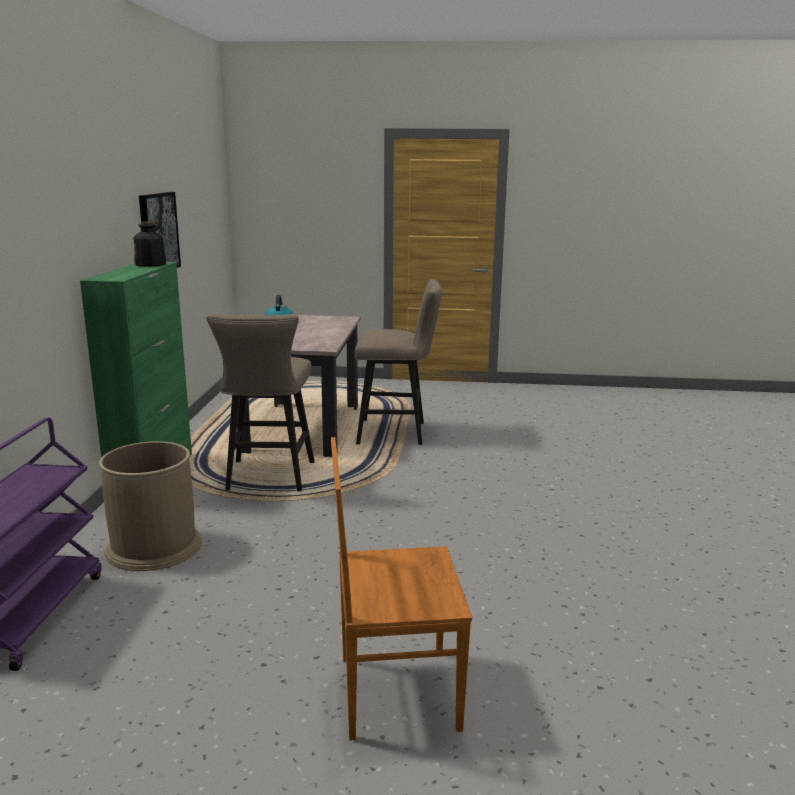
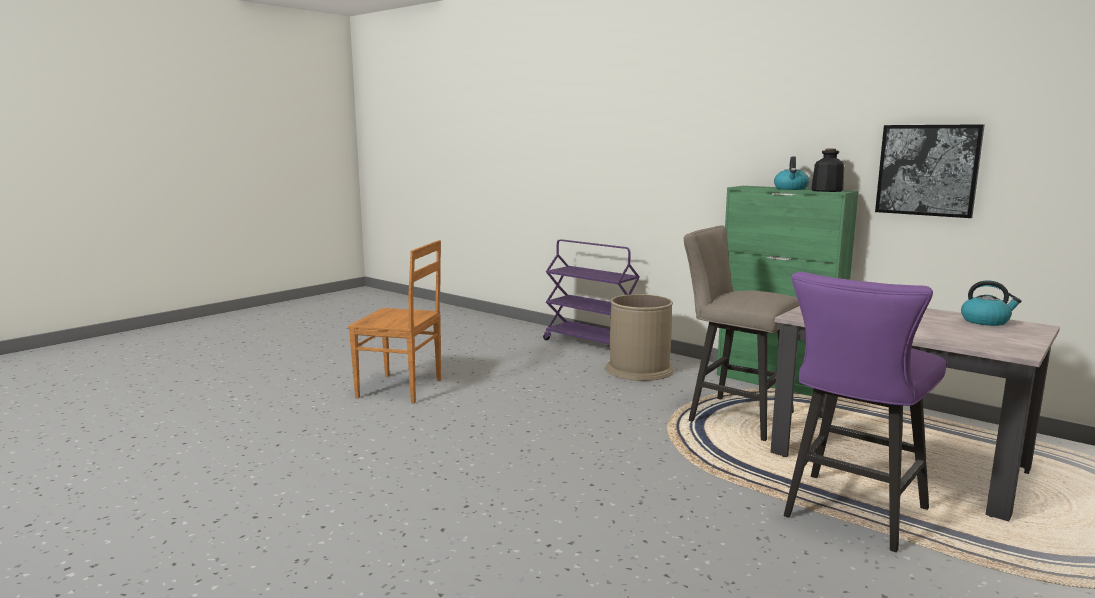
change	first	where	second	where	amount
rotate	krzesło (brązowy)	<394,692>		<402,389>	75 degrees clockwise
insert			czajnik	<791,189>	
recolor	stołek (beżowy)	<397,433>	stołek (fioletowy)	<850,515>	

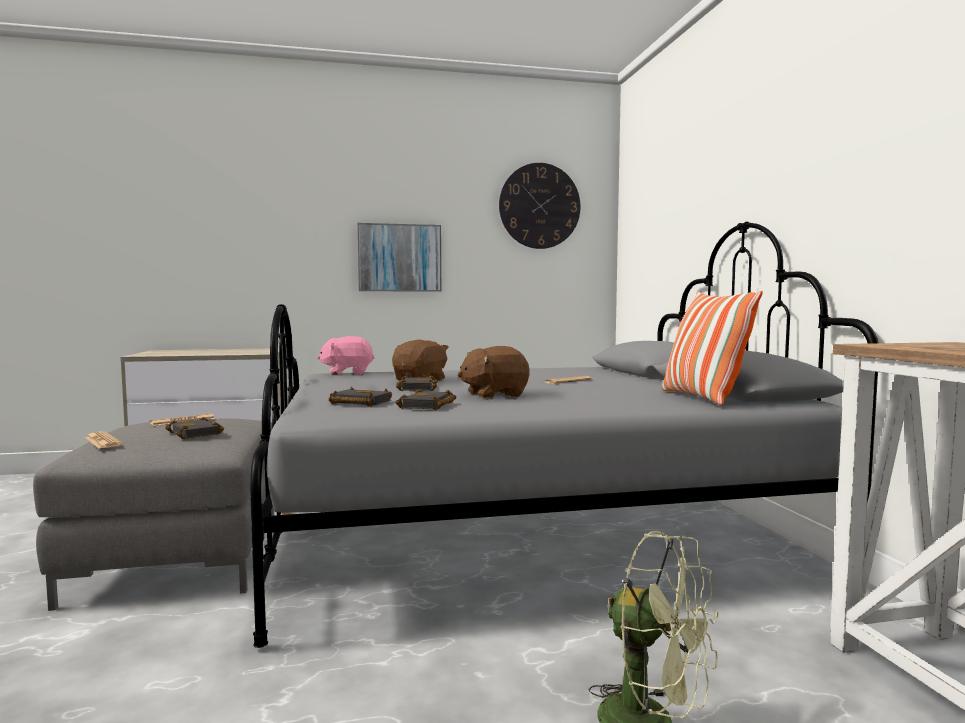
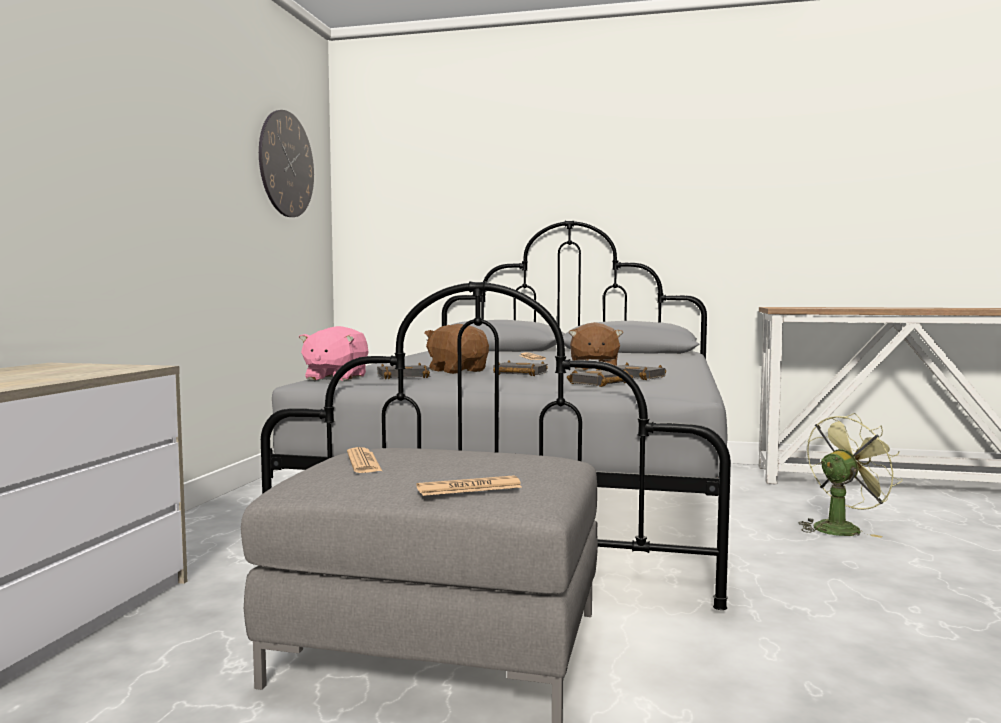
change	first	where	second	where	amount
move	książka (czarny)	<197,433>		<404,376>	
delete	obraz	<399,258>			
delete	poduszka	<702,398>			

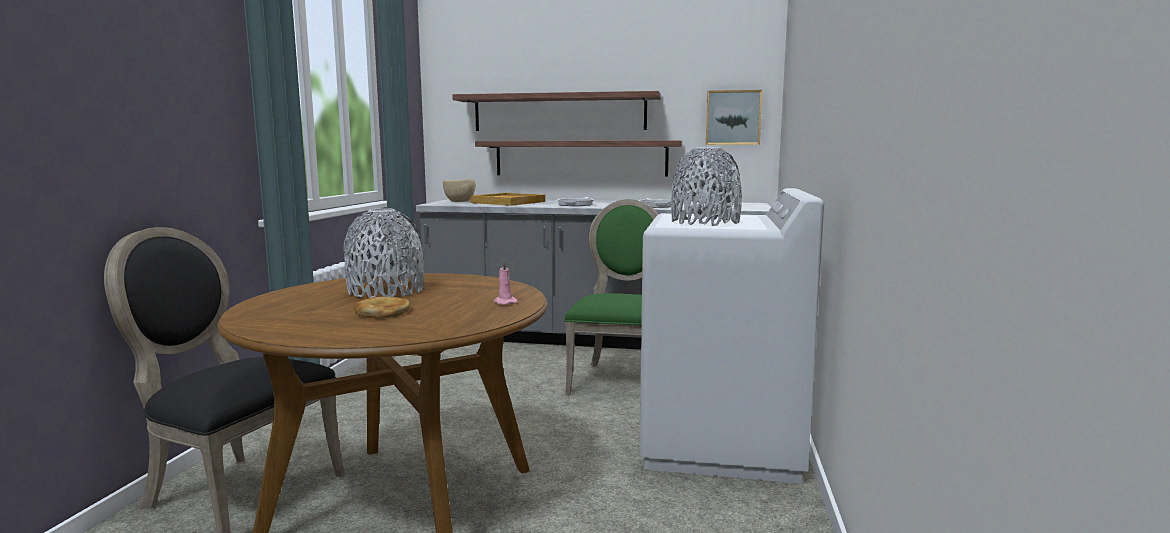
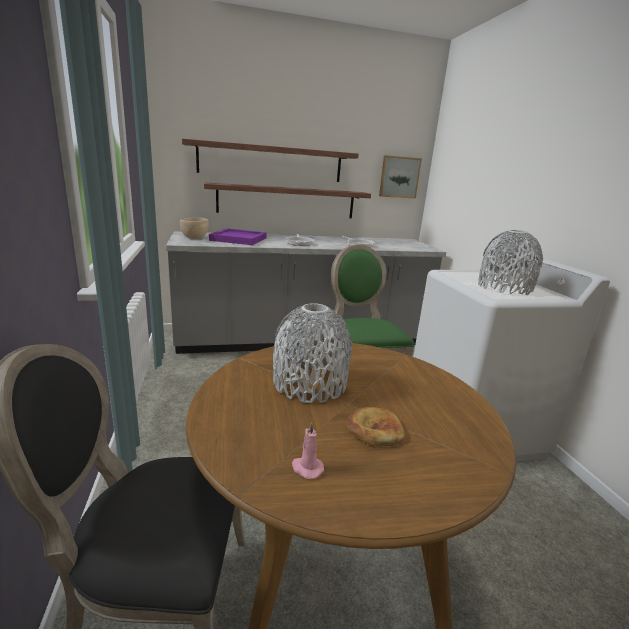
change	first	where	second	where	amount
recolor	taca (beżowy)	<509,202>	taca (fioletowy)	<239,239>	
move	świeca (różowy)	<504,302>		<306,468>	

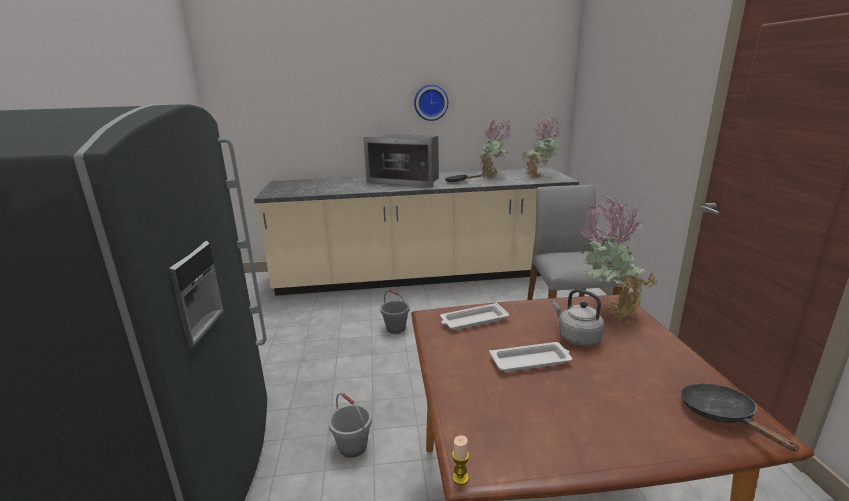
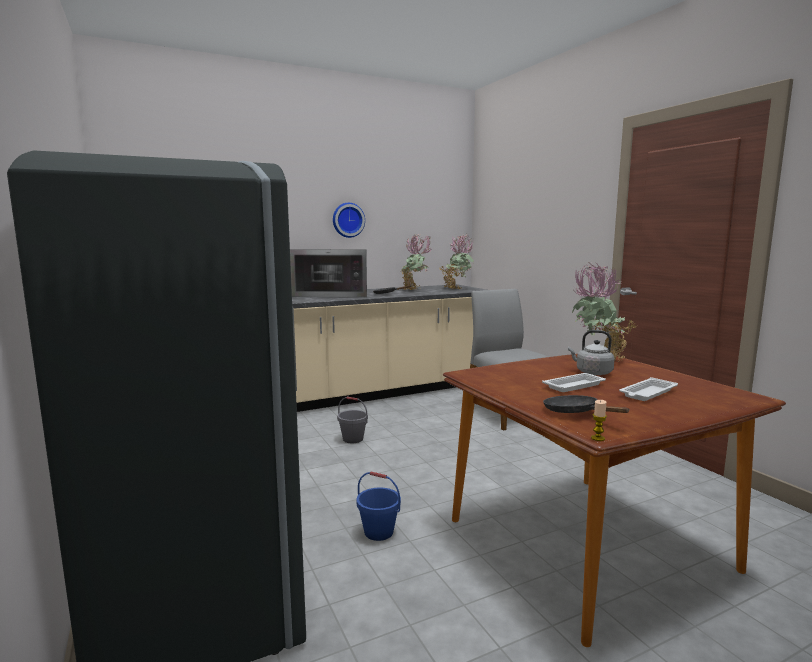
change	first	where	second	where	amount
recolor	wiadro (szary)	<352,446>	wiadro (niebieski)	<378,532>	
move	patelnia (czarny)	<721,415>		<575,413>	
move	taca (biały)	<473,320>		<647,393>	

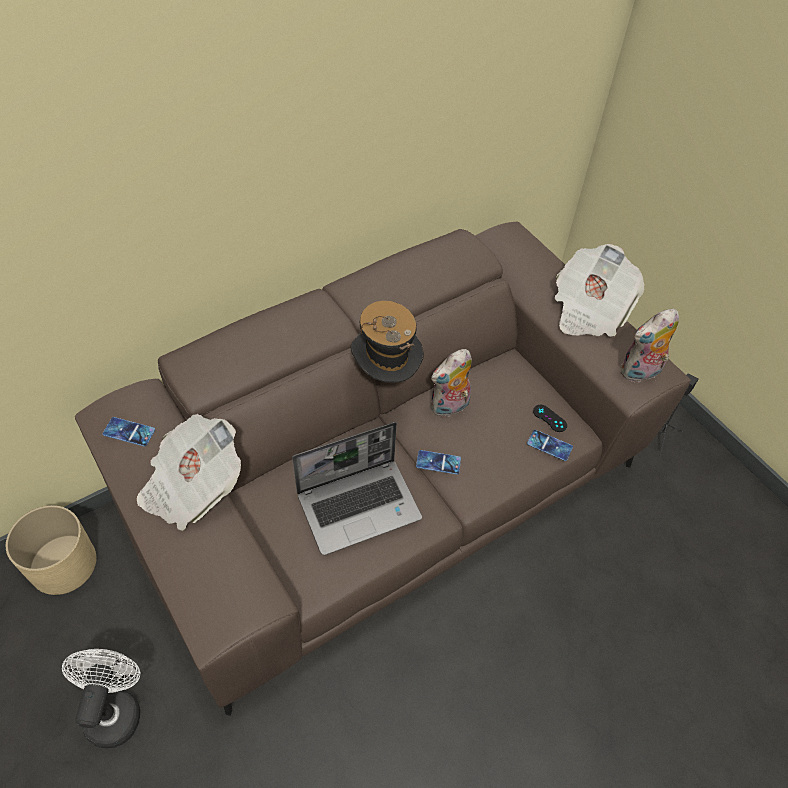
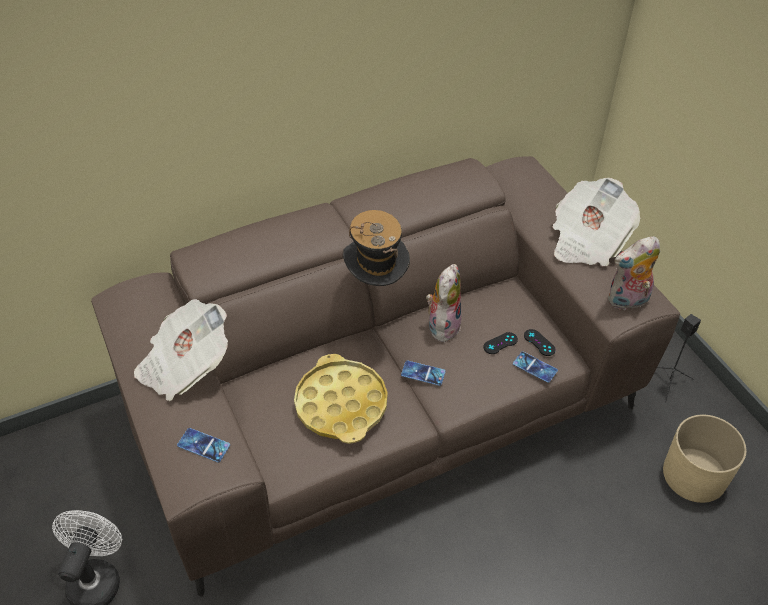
change	first	where	second	where	amount
move	telefon	<129,432>		<203,445>	
replace	laptop	<360,505>	taca (żółty)	<341,404>	
rotate	pluszak	<450,407>		<442,325>	135 degrees clockwise
insert			pad do gier (czarny)	<500,343>	
move	donica (beżowy)	<63,564>		<694,474>	

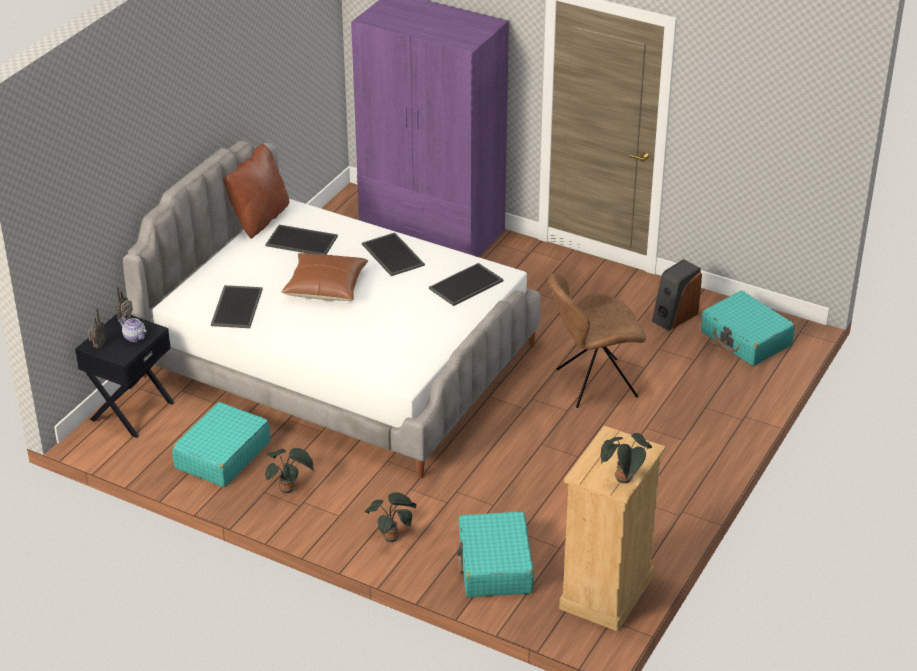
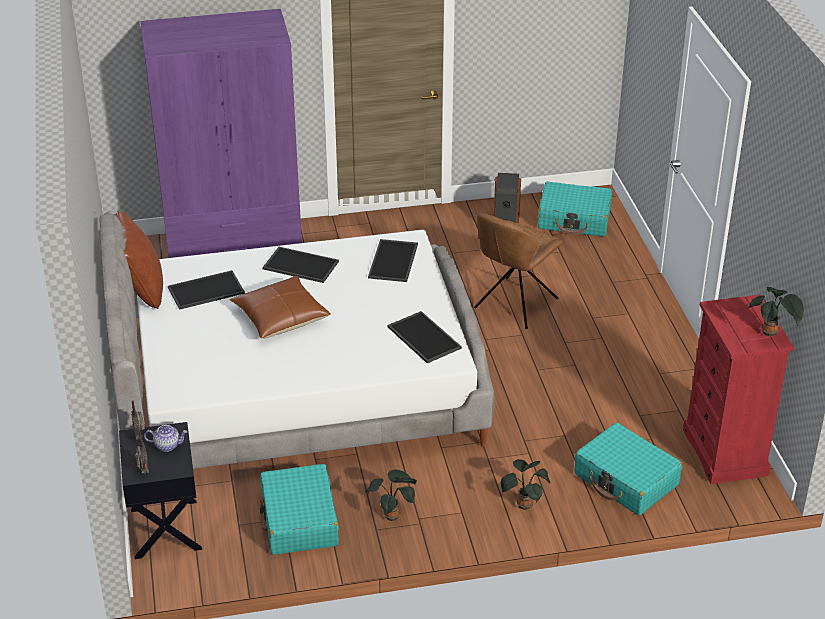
change	first	where	second	where	amount
move	taca	<236,306>		<422,337>	
recolor	komoda (beżowy)	<606,593>	komoda (czerwony)	<725,453>	

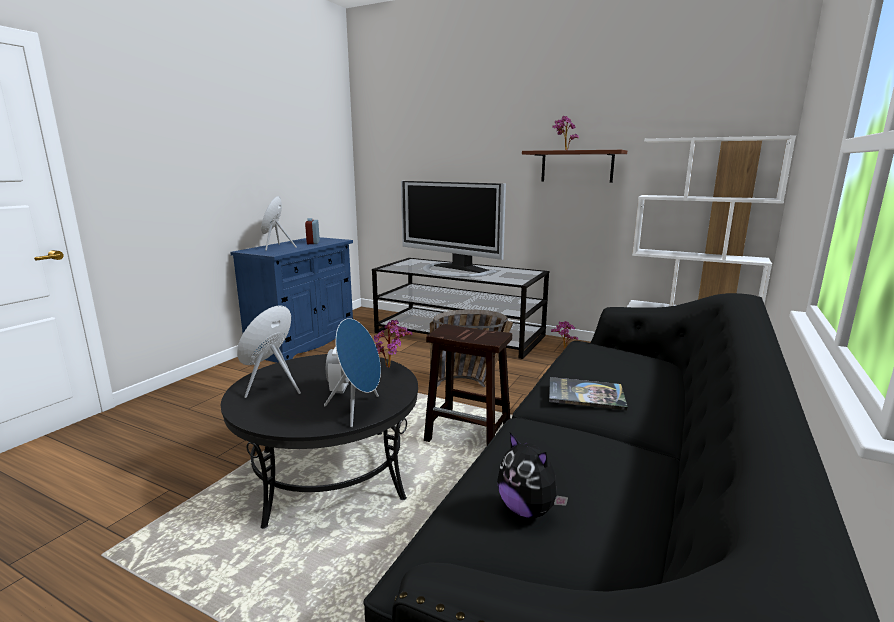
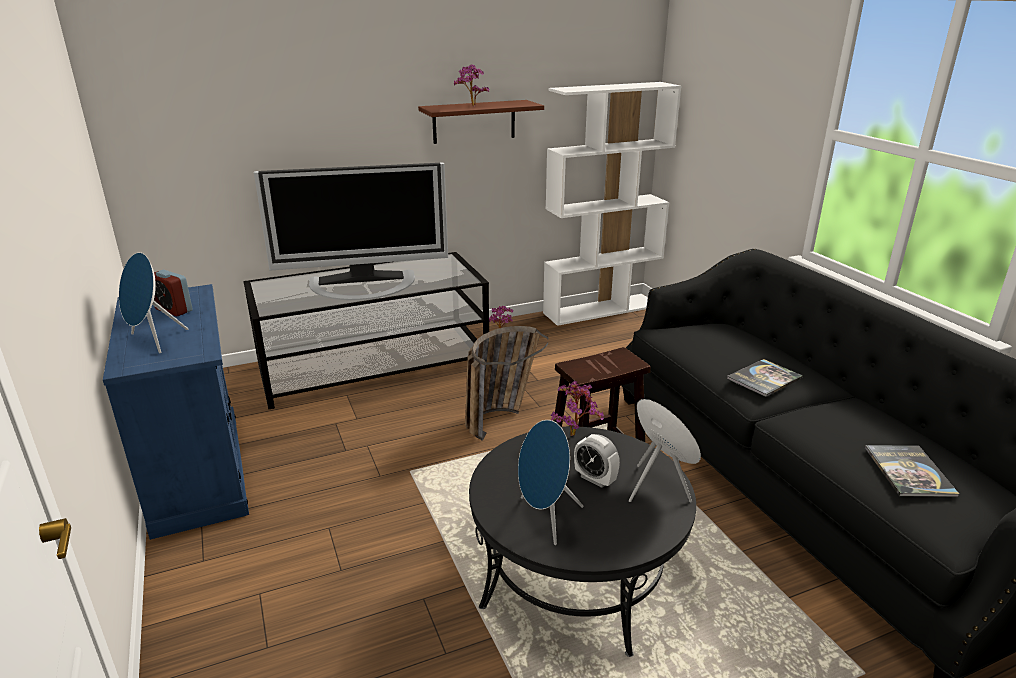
change	first	where	second	where	amount
replace	pluszak	<528,509>	książka	<909,471>	

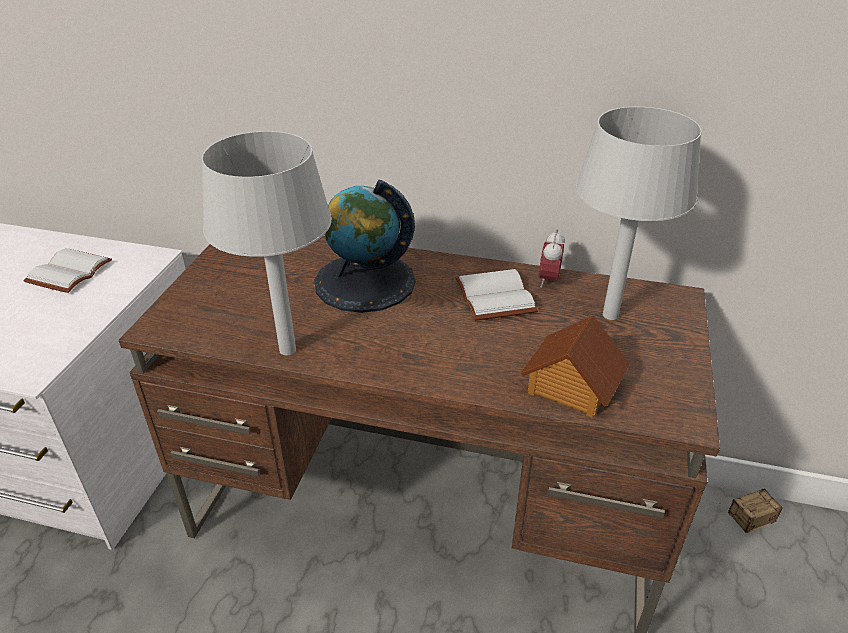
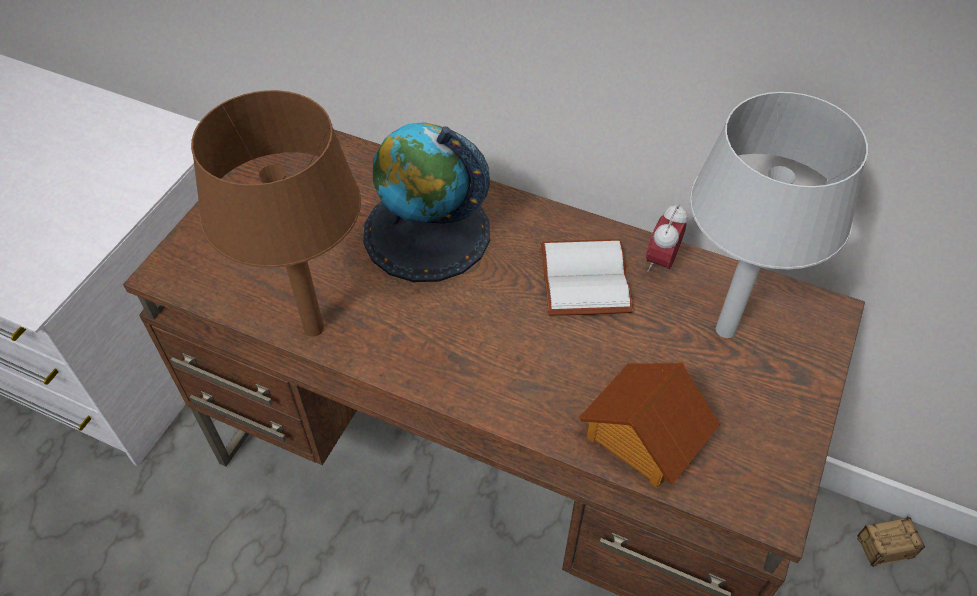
change	first	where	second	where	amount
recolor	lampa stołowa (szary)	<288,349>	lampa stołowa (brązowy)	<315,327>	
delete	książka (biały)	<70,273>			

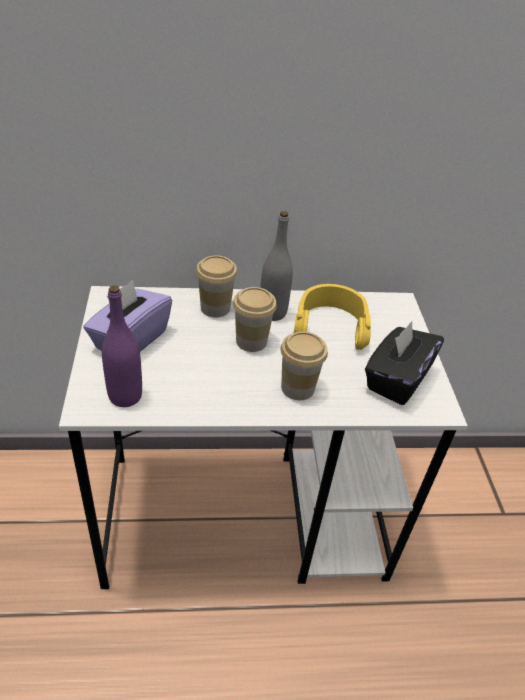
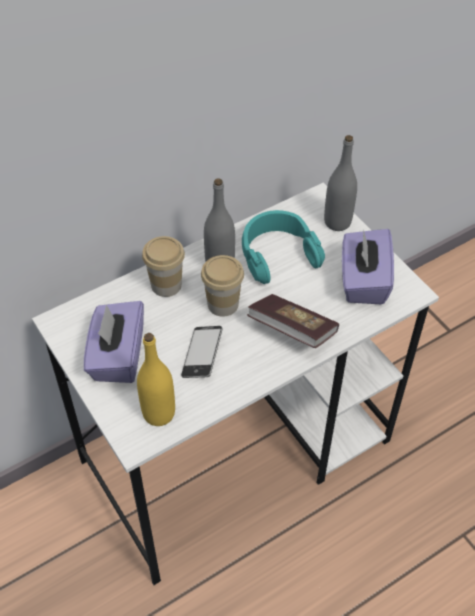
change	first	where	second	where	amount
recolor	butelka (fioletowy)	<125,396>	butelka (żółty)	<159,413>	
insert			telefon	<202,355>	
recolor	słuchawki (żółty)	<330,326>	słuchawki (turkusowy)	<278,254>	
replace	filiżanka	<297,388>	książka	<292,330>	
insert			butelka (szary)	<337,222>	
recolor	pudełko chusteczek (czarny)	<396,379>	pudełko chusteczek (fioletowy)	<363,281>	

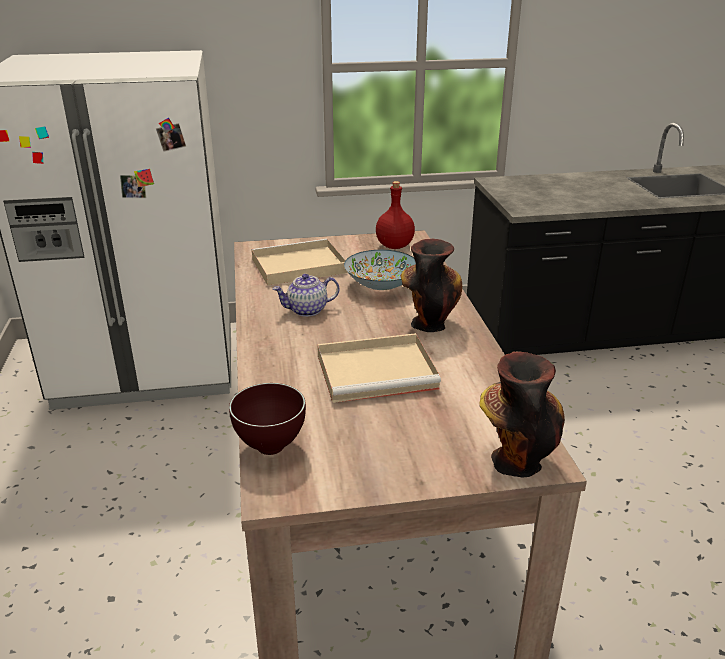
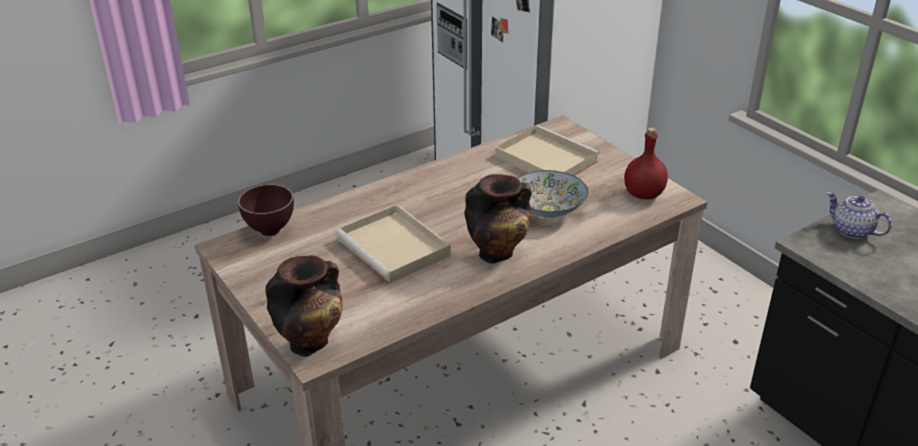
change	first	where	second	where	amount
move	imbryk	<307,310>		<851,230>	

